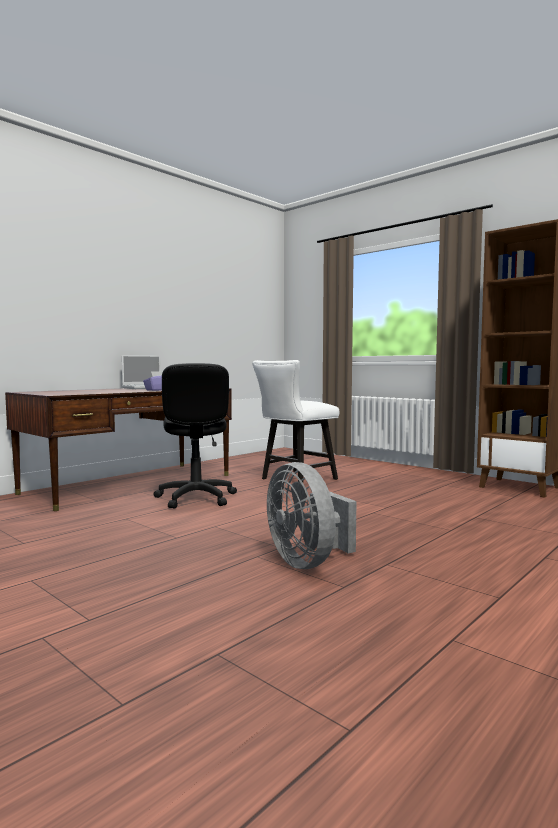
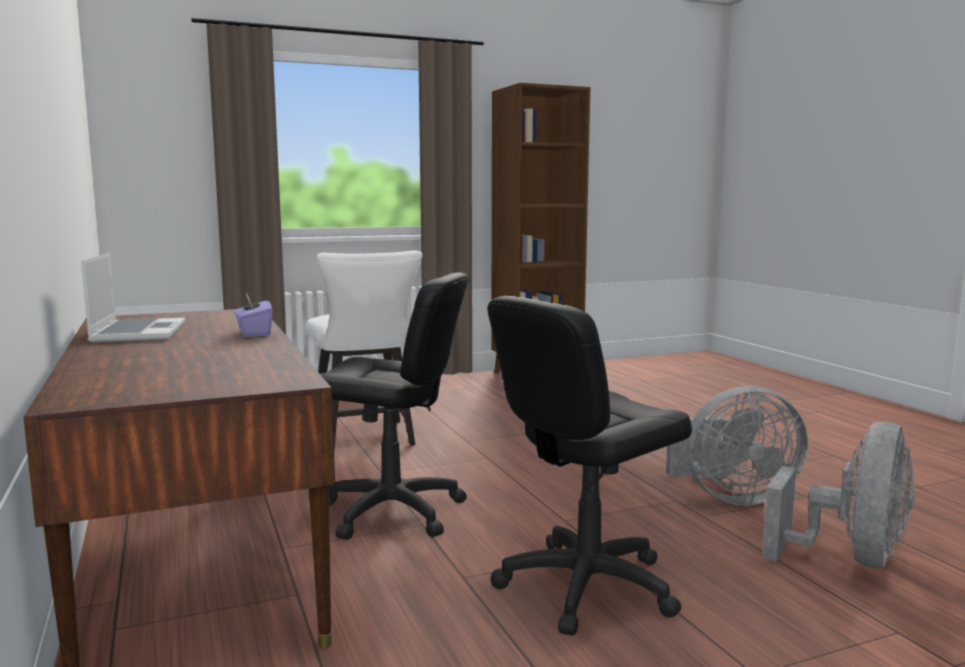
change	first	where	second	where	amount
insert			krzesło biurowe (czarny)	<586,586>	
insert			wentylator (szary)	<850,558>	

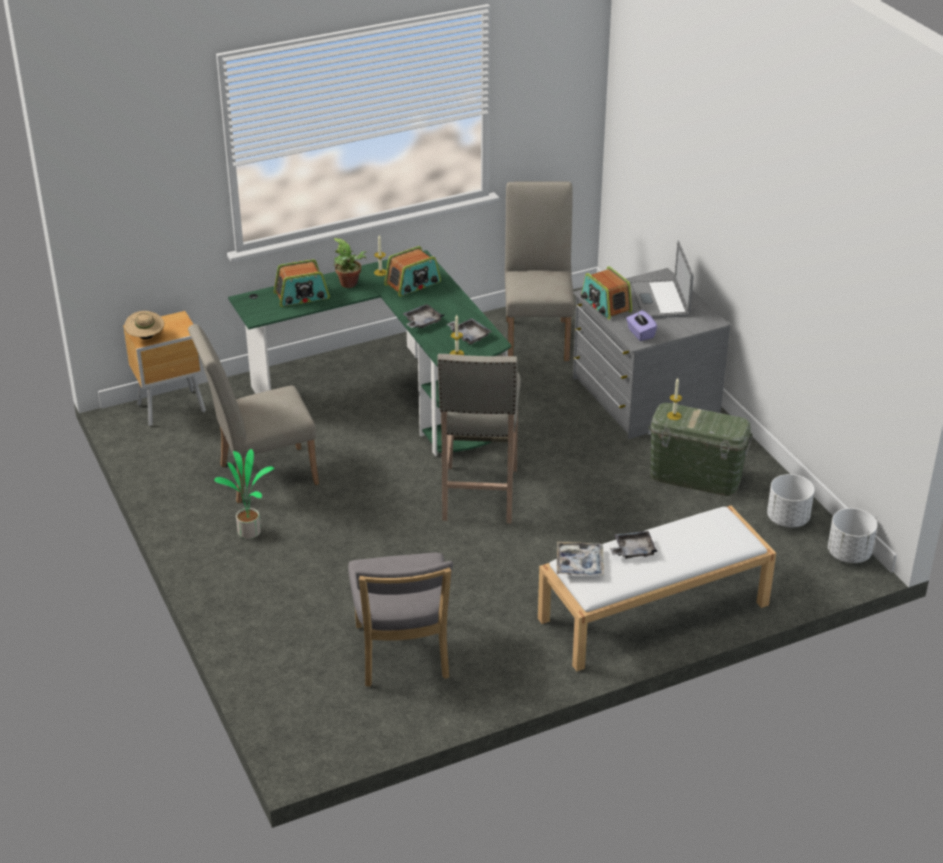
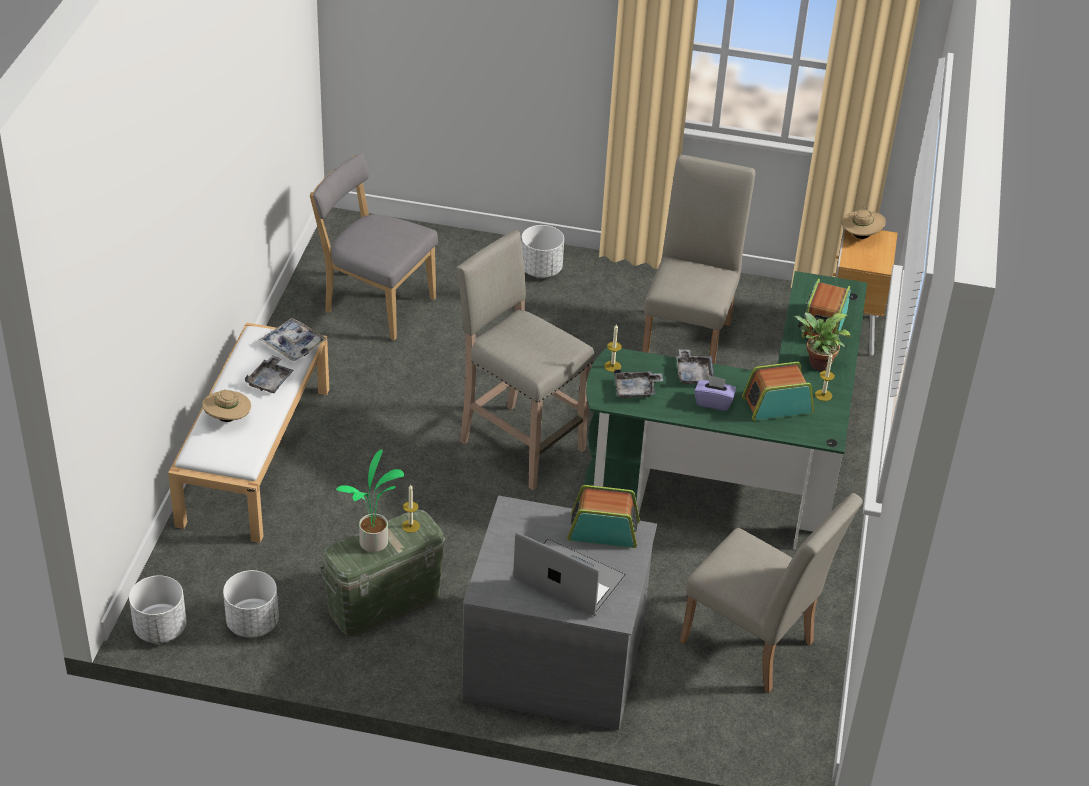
change	first	where	second	where	amount
insert			kapelusz (beżowy)	<228,419>	
move	roślina doniczkowa	<250,531>		<374,544>	
insert			donica (biały)	<541,269>	
move	pudełko chusteczek (fioletowy)	<640,333>		<713,402>	
rotate	radio	<413,284>		<777,405>	75 degrees clockwise

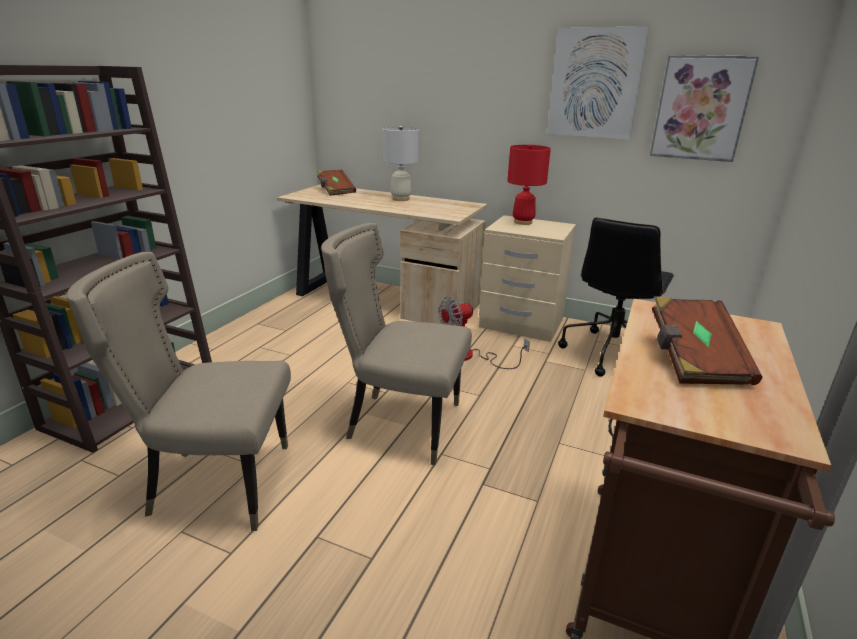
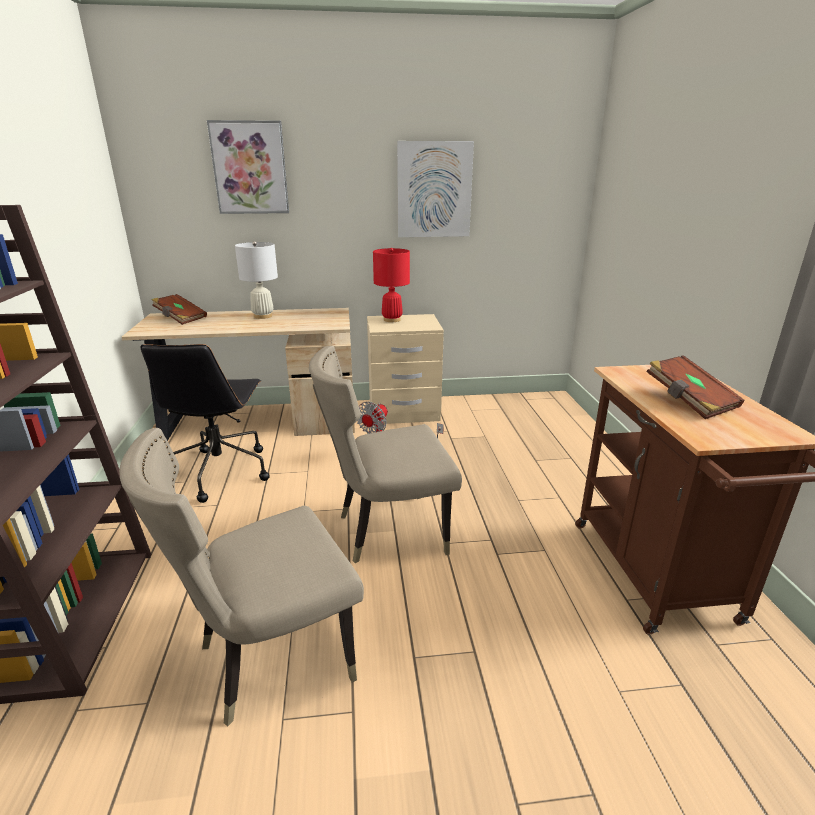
change	first	where	second	where	amount
move	krzesło biurowe (czarny)	<611,353>		<220,471>	
move	obraz	<701,108>		<250,168>	

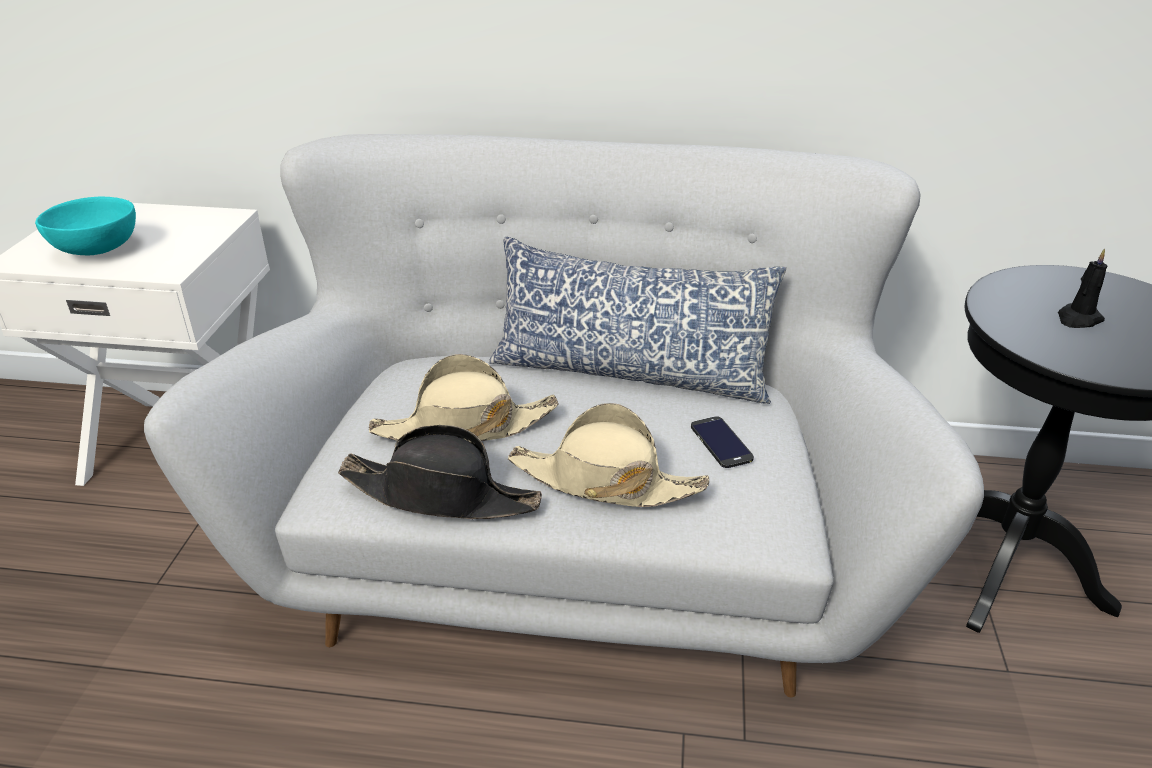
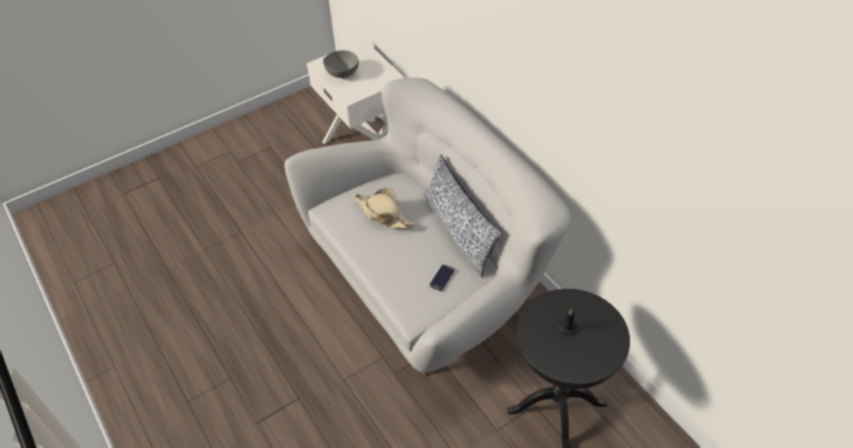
change	first	where	second	where	amount
recolor	miska (turkusowy)	<94,251>	miska (szary)	<341,73>	
delete	kapelusz (czarny)	<441,495>			
delete	kapelusz (beżowy)	<604,481>			

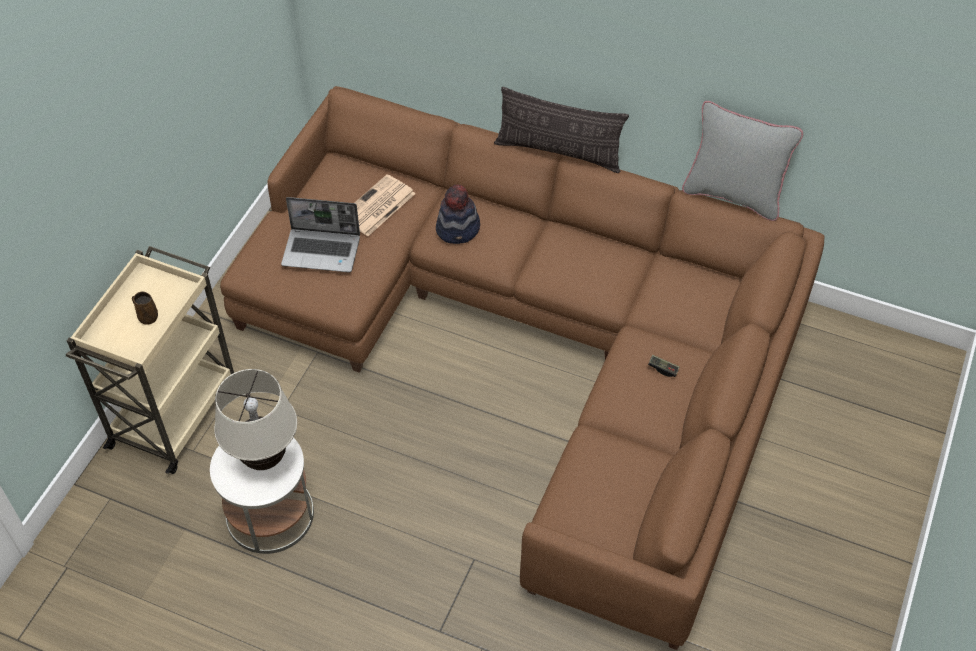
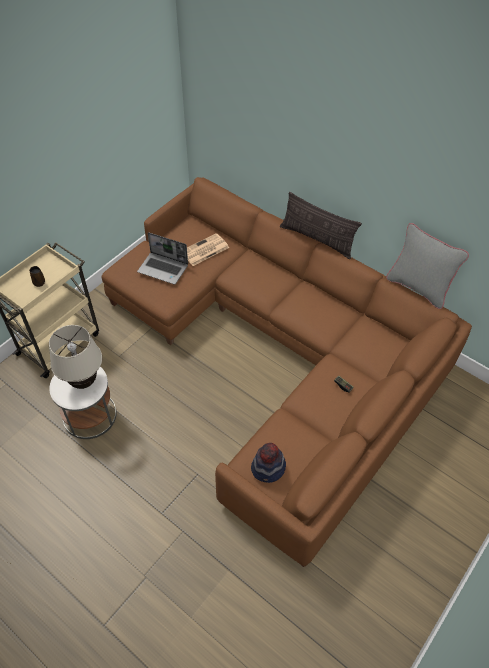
change	first	where	second	where	amount
move	kapelusz	<458,229>		<268,468>	

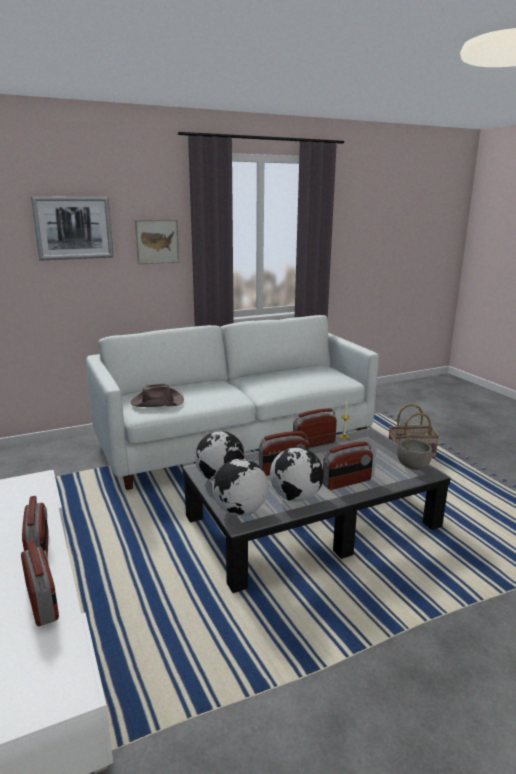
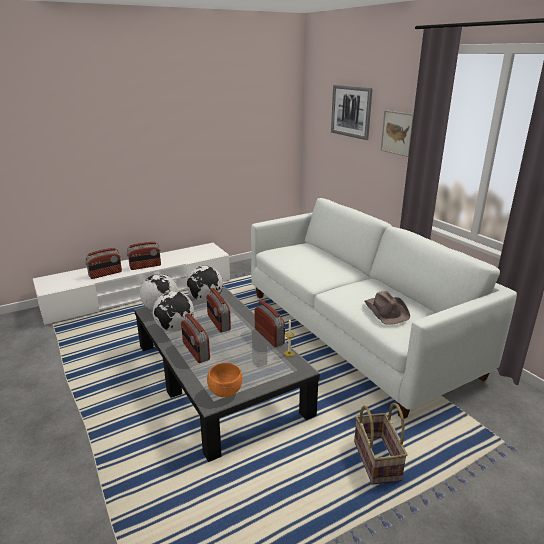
change	first	where	second	where	amount
recolor	miska (szary)	<413,467>	miska (pomarańczowy)	<224,392>	
move	kapelusz (brązowy)	<157,402>		<386,311>	

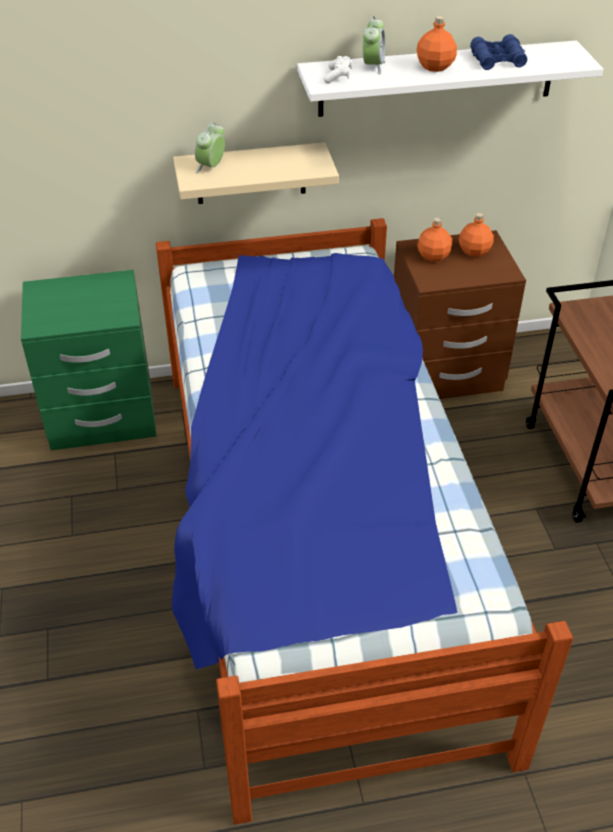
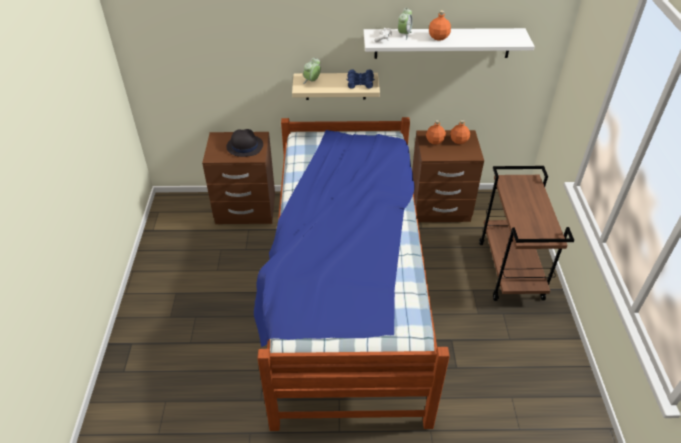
change	first	where	second	where	amount
recolor	szafka nocna (zielony)	<102,417>	szafka nocna (brązowy)	<245,209>	
insert			kapelusz (czarny)	<244,146>	
move	lornetka (niebieski)	<497,60>		<360,83>	

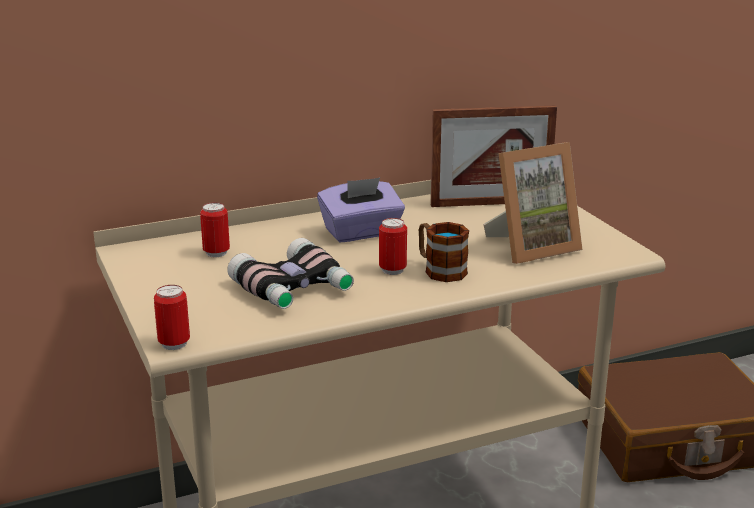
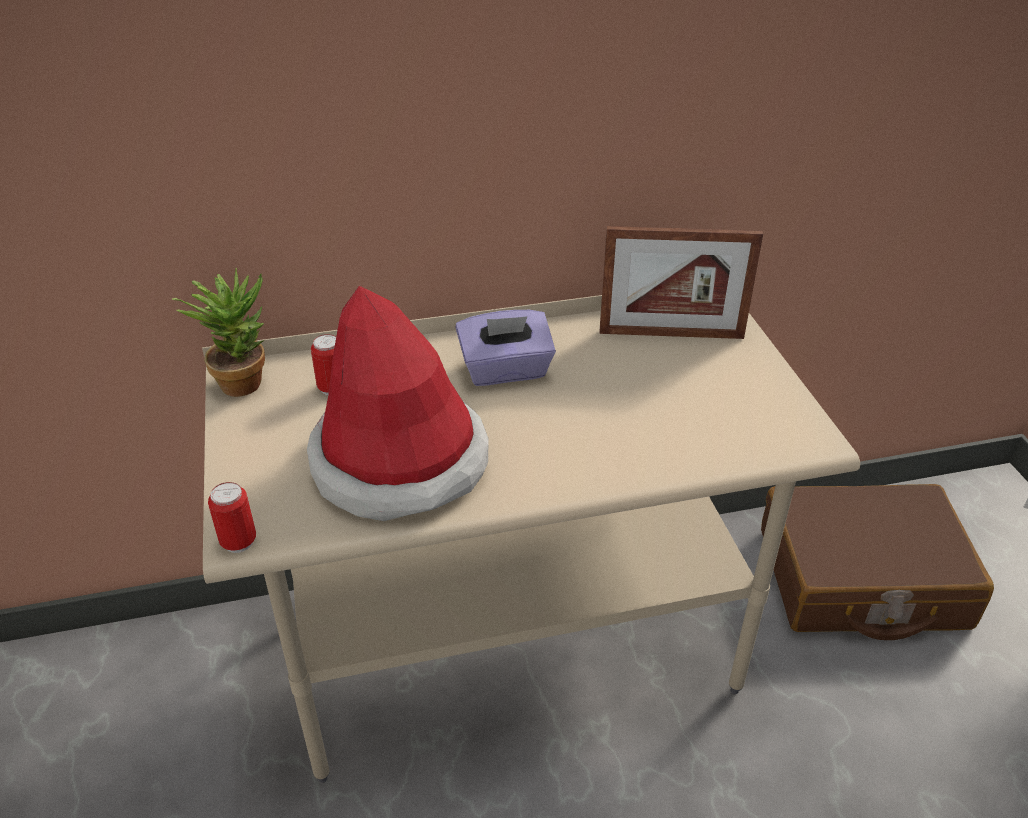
change	first	where	second	where	amount
insert			roślina doniczkowa	<243,379>	
replace	lornetka	<294,289>	kapelusz	<400,461>	
delete	puszka	<392,270>			
delete	kubek	<439,270>			
delete	ramka na zdjęcie	<531,247>			

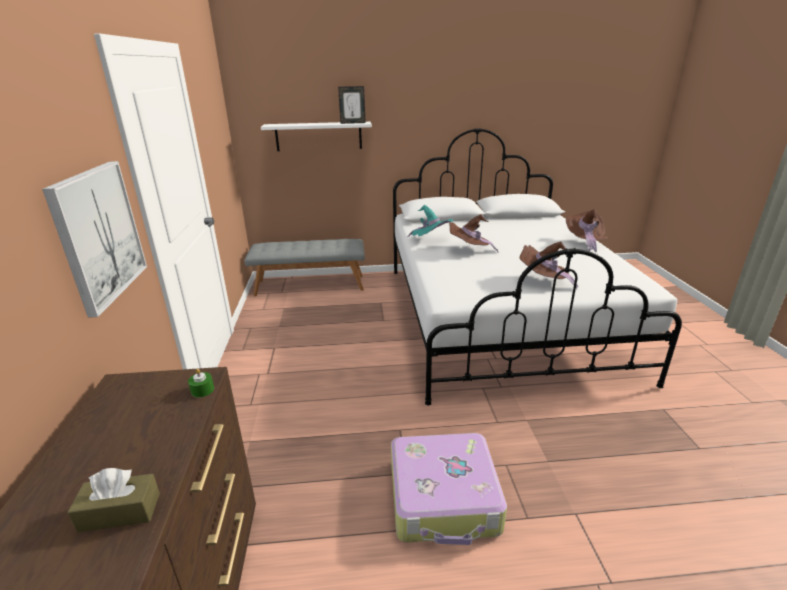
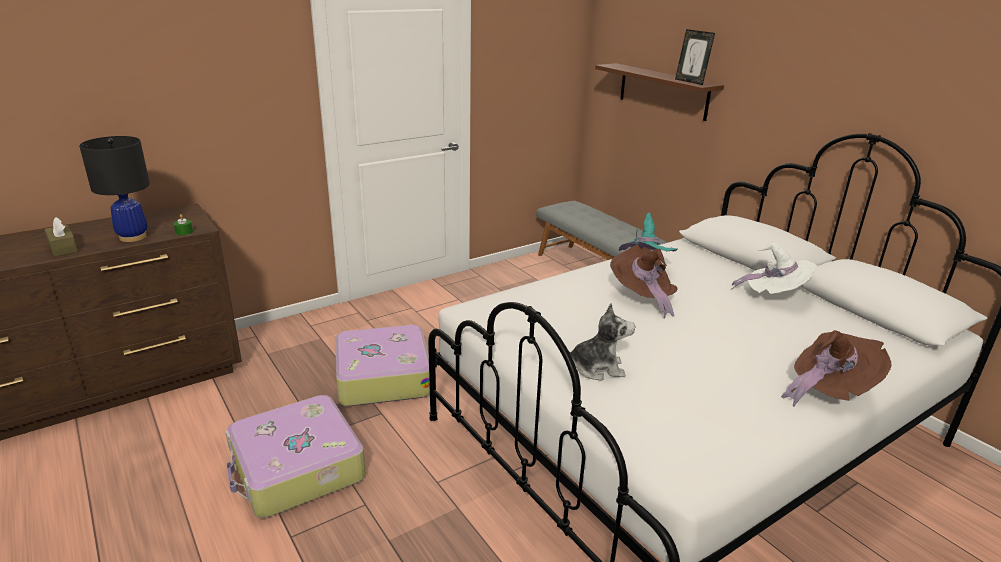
change	first	where	second	where	amount
insert			lampa stołowa (czarny)	<133,237>	
insert			walizka	<382,377>	
replace	kapelusz (brązowy)	<543,282>	pluszak	<597,368>	
recolor	półka (biały)	<318,136>	półka (brązowy)	<663,91>	
insert			kapelusz (biały)	<775,296>	
delete	obraz	<99,235>			

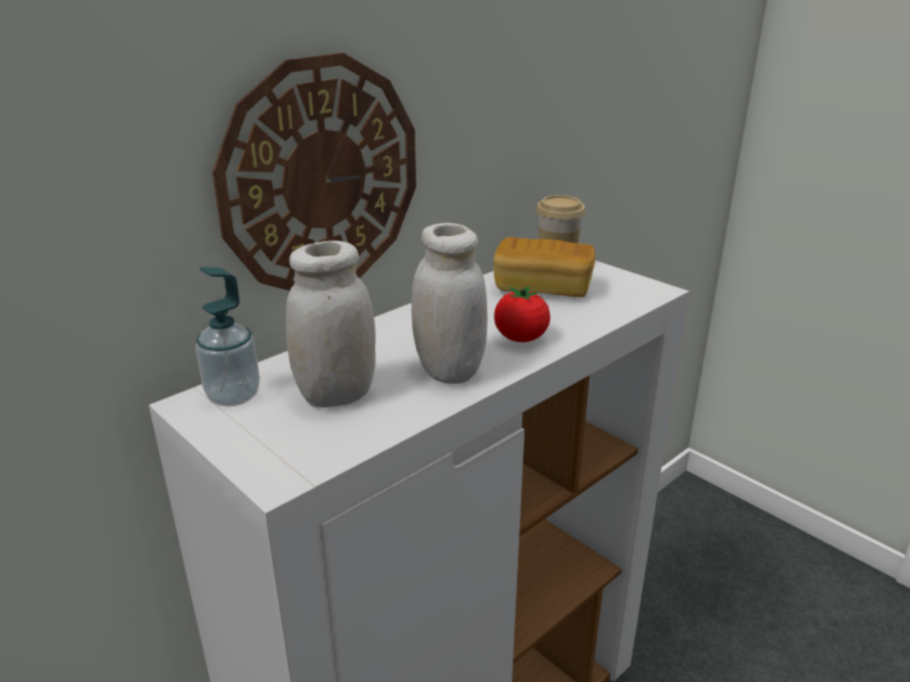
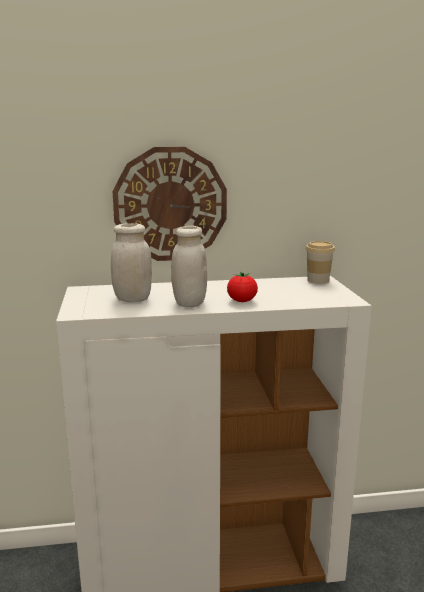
change	first	where	second	where	amount
delete	dozownik mydła	<233,396>			
delete	chleb	<542,288>			

